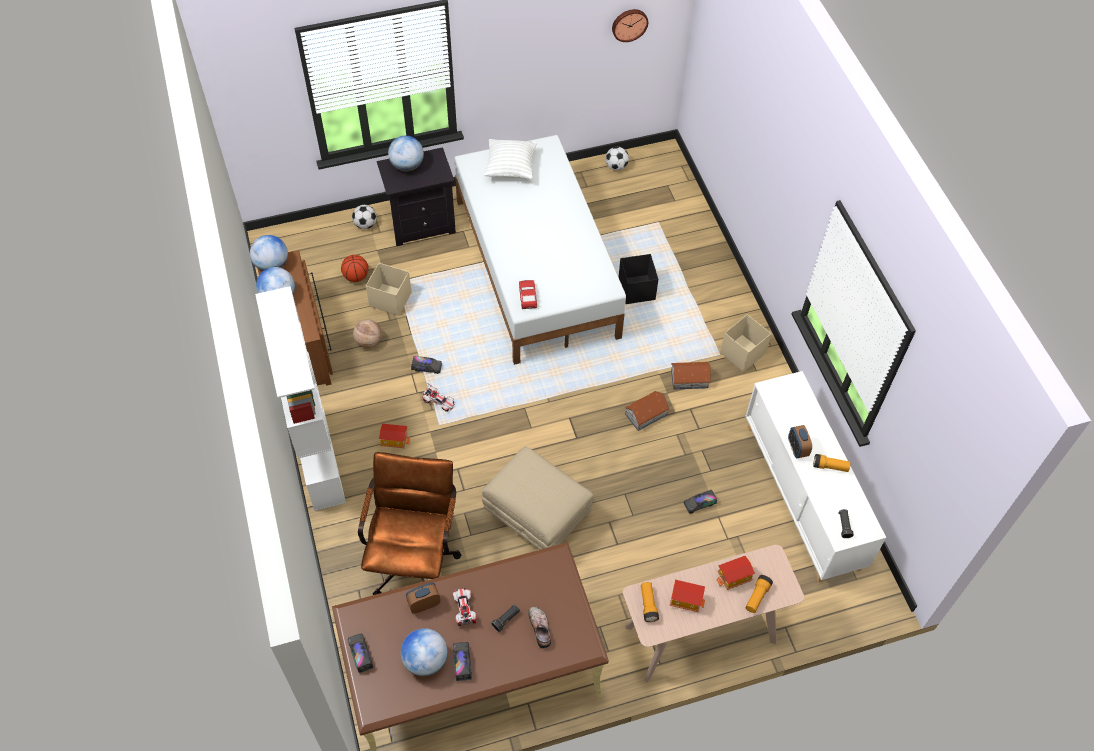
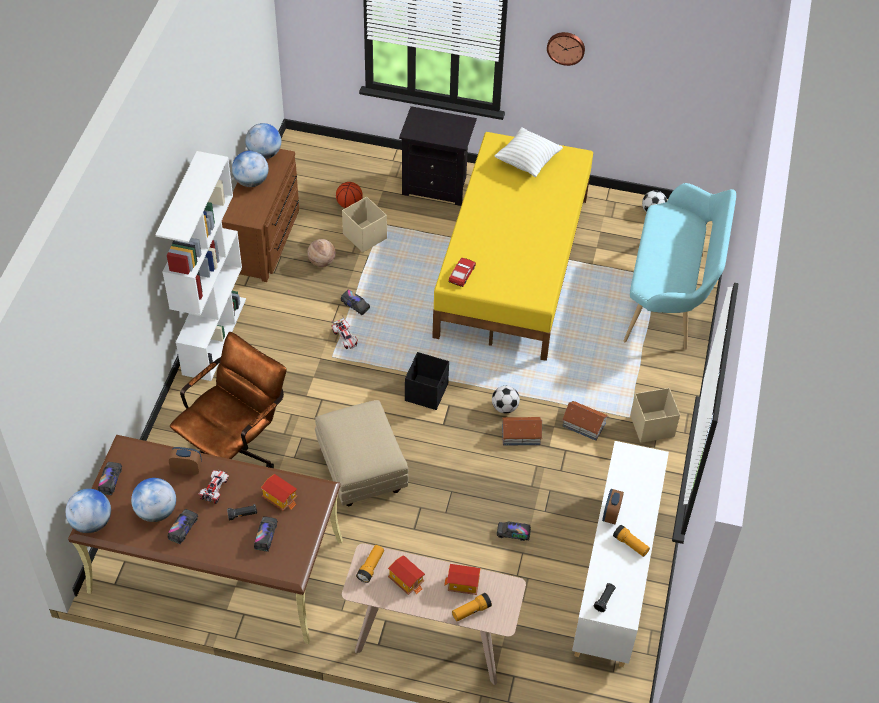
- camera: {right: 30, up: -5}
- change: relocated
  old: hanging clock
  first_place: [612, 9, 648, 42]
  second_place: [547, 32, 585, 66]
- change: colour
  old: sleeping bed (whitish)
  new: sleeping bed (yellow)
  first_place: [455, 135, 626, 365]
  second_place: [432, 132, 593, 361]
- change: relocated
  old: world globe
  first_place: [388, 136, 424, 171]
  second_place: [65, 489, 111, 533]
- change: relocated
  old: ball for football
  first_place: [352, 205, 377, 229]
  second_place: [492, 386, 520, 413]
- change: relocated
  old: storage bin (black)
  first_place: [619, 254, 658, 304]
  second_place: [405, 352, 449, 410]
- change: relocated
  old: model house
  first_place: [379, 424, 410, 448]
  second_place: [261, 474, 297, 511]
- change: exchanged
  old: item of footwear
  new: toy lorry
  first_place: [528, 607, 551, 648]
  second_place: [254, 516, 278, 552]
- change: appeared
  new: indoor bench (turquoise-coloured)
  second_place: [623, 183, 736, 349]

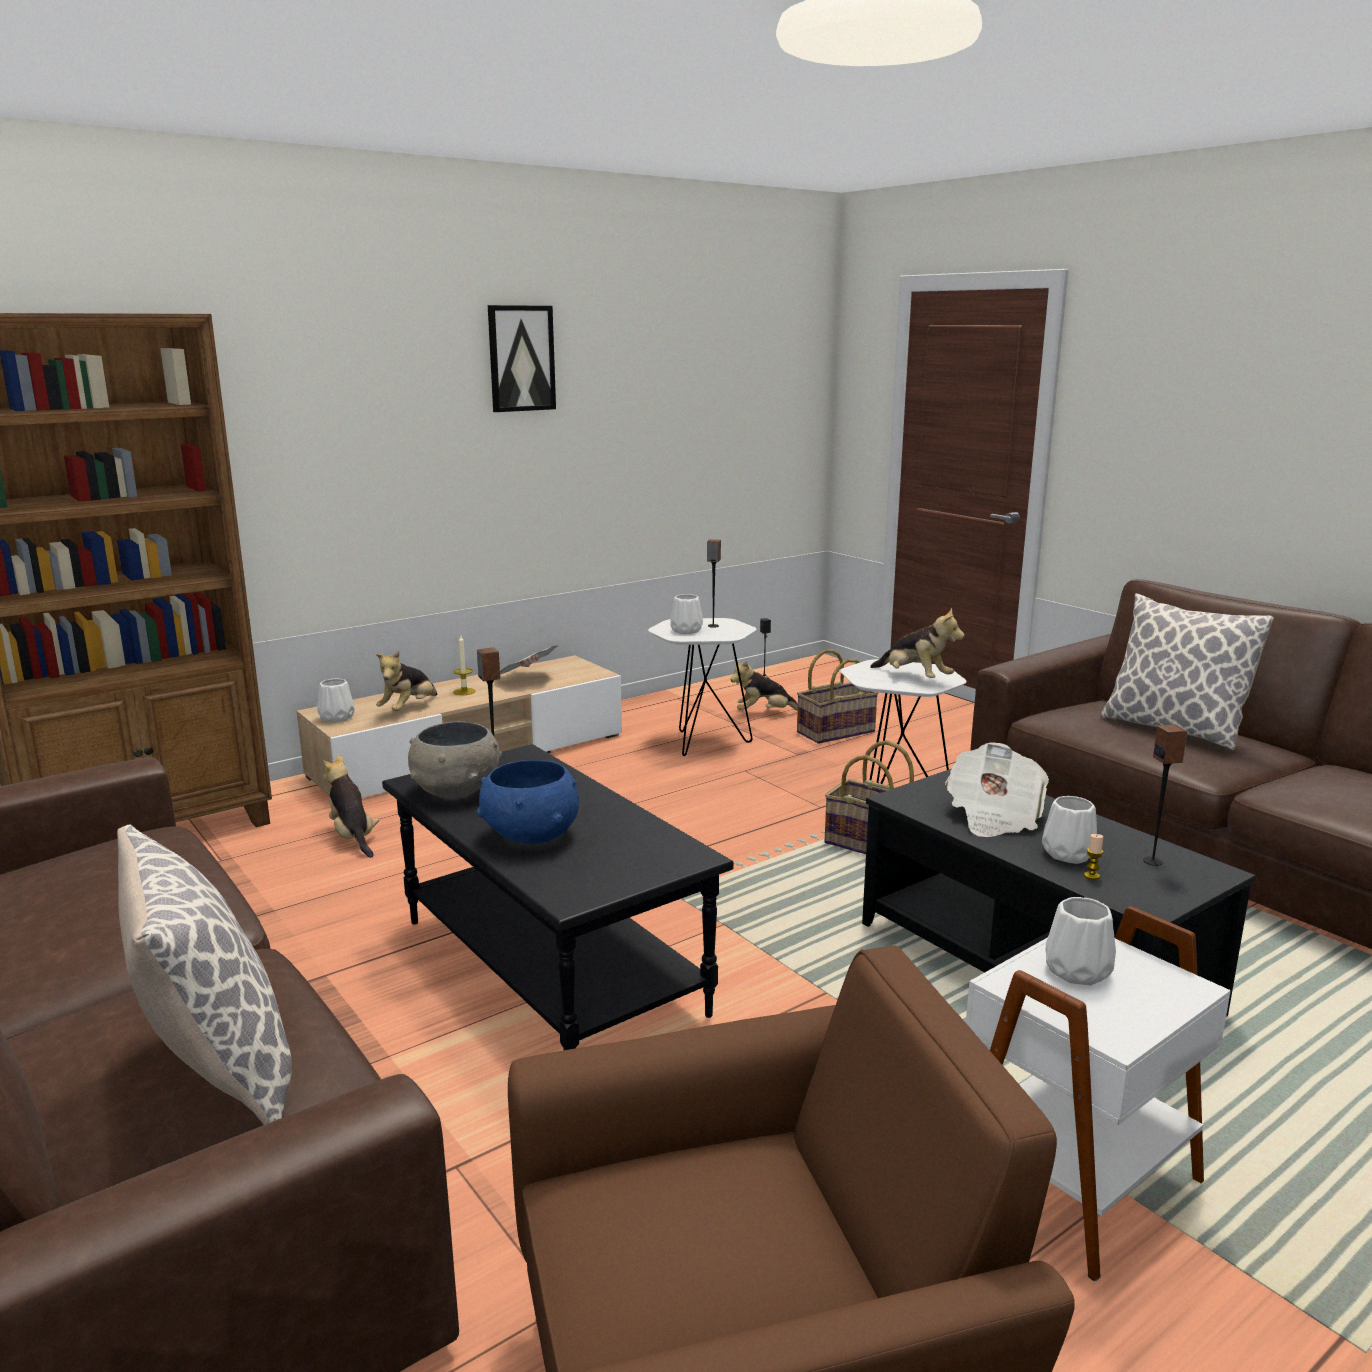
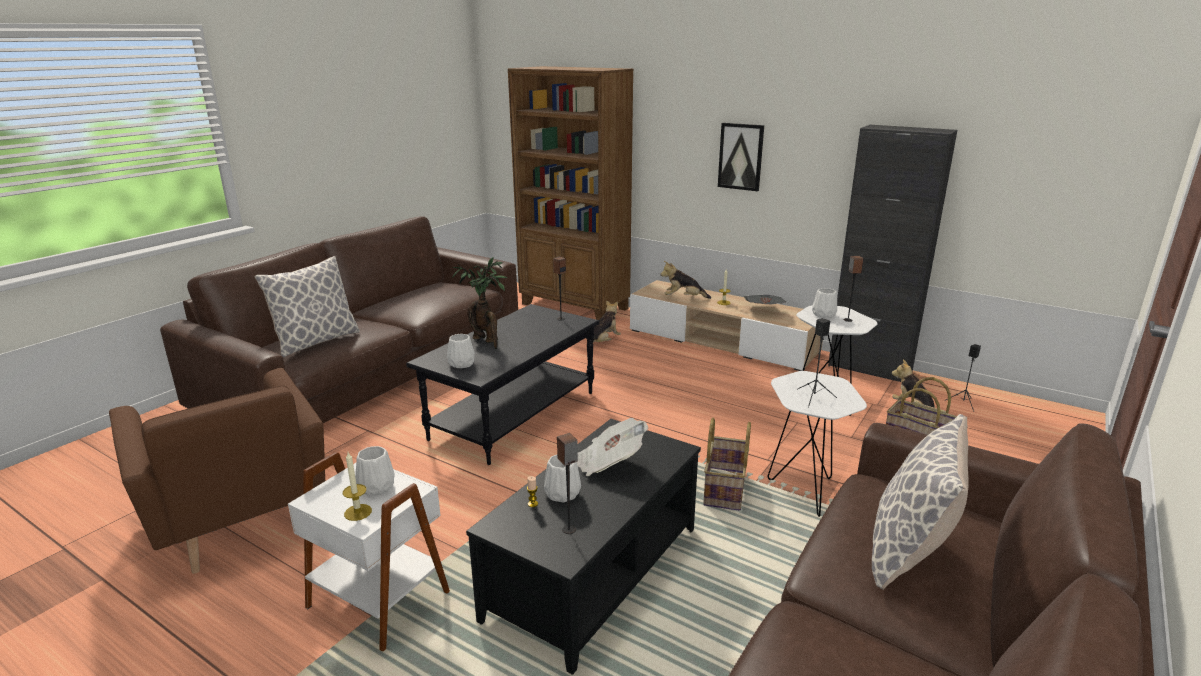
- camera: {right: 70, up: 5}
- change: relocated
  old: picture
  first_place: [488, 305, 556, 412]
  second_place: [718, 123, 764, 191]
- change: exchanged
  old: cuddly toy
  new: speaker (black)
  first_place: [870, 607, 965, 678]
  second_place: [798, 318, 837, 408]
- change: relocated
  old: decorative vase (whitish)
  first_place: [318, 679, 355, 722]
  second_place: [447, 334, 475, 368]
- change: missing
  old: deep dish (gray)
  first_place: [408, 722, 502, 799]
- change: exchanged
  old: deep dish (blue)
  new: potted plant
  first_place: [477, 760, 579, 844]
  second_place: [452, 257, 507, 349]
- change: appeared
  new: cabinet (black)
  second_place: [828, 125, 957, 382]
- change: appeared
  new: candle
  second_place: [343, 452, 372, 521]

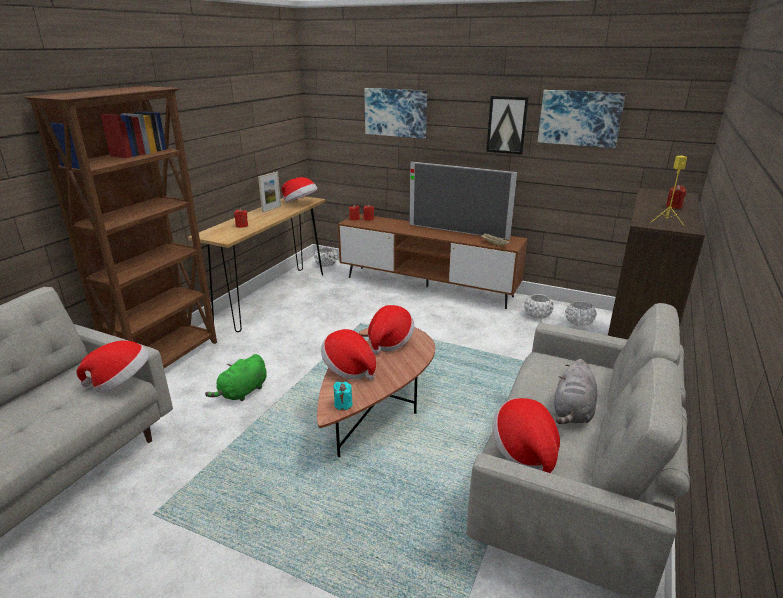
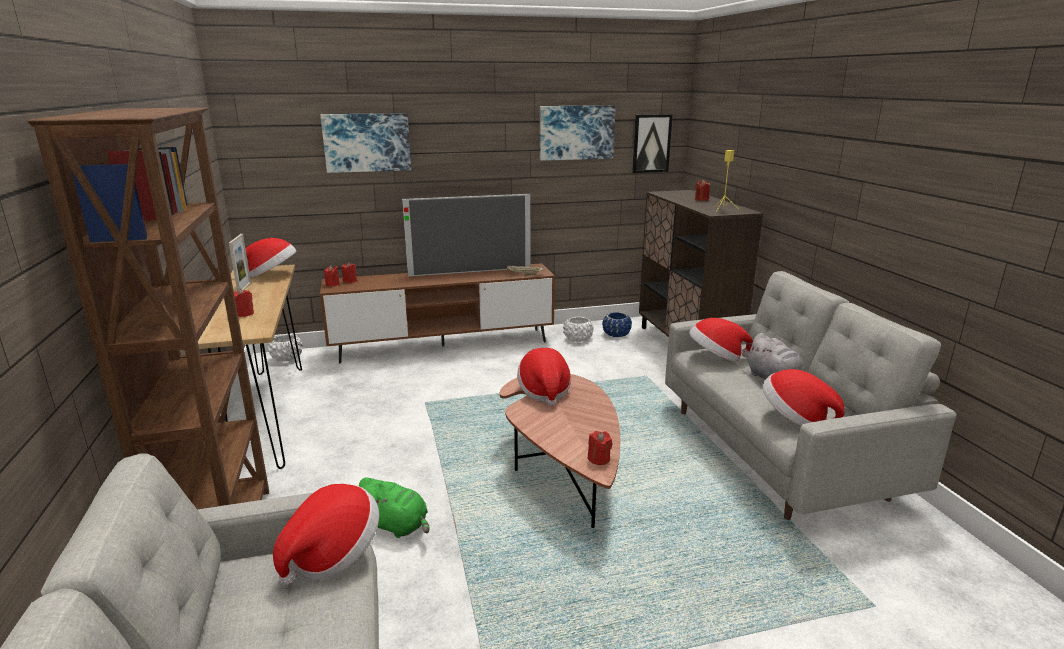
- camera: {right: -40, up: -5}
- change: relocated
  old: picture
  first_place: [486, 96, 529, 155]
  second_place: [632, 114, 673, 173]
- change: colour
  old: flower pot (whitish)
  new: flower pot (blue)
  first_place: [565, 301, 597, 326]
  second_place: [602, 312, 632, 337]
- change: relocated
  old: clothing hat
  first_place: [321, 329, 376, 380]
  second_place: [689, 318, 753, 362]
- change: spun
  old: cuddly toy (greenish)
  first_place: [205, 354, 266, 401]
  second_place: [359, 478, 429, 538]
  degrees: -60
- change: colour
  old: candle (turquoise-coloured)
  new: candle (reddish)
  first_place: [333, 382, 352, 411]
  second_place: [588, 431, 612, 465]

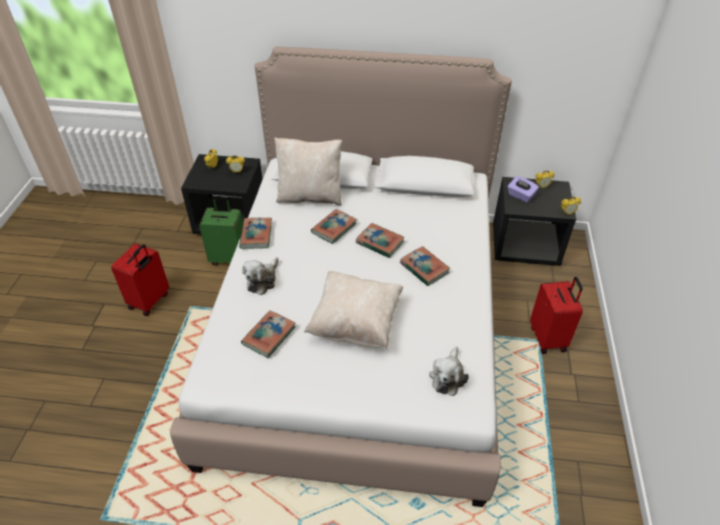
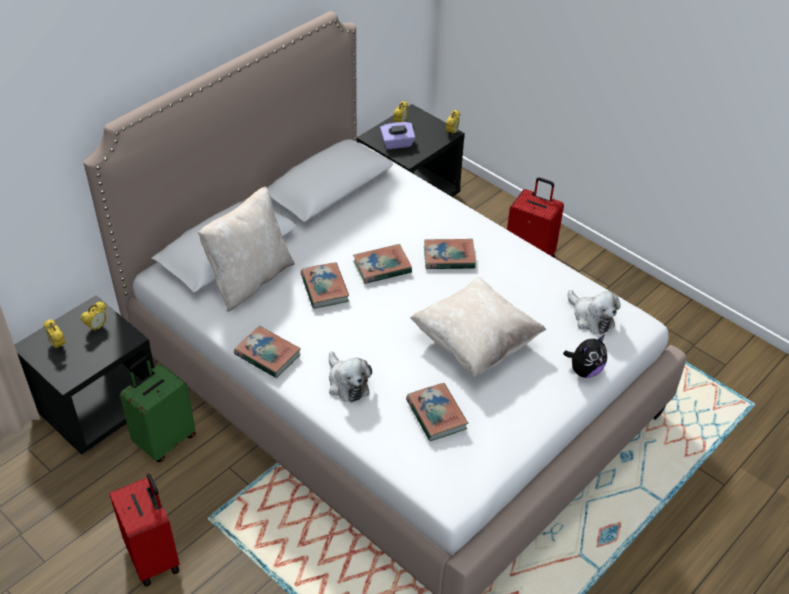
- camera: {right: -55, up: 0}
- change: appeared
  new: cuddly toy
  second_place: [563, 334, 607, 378]

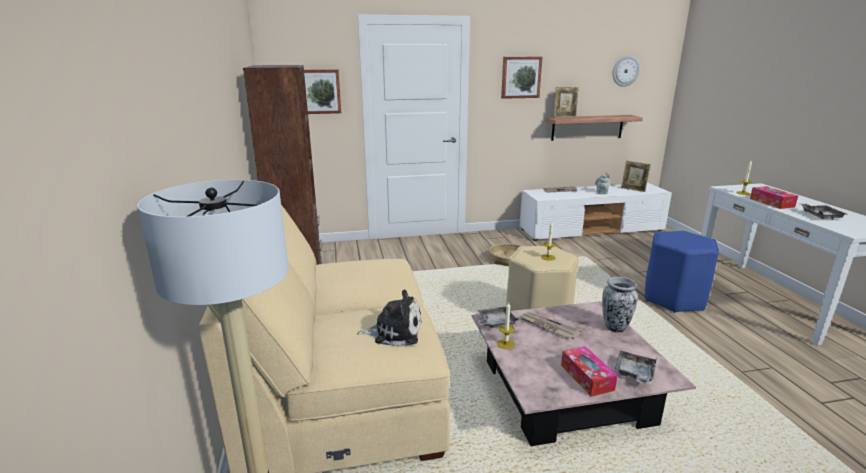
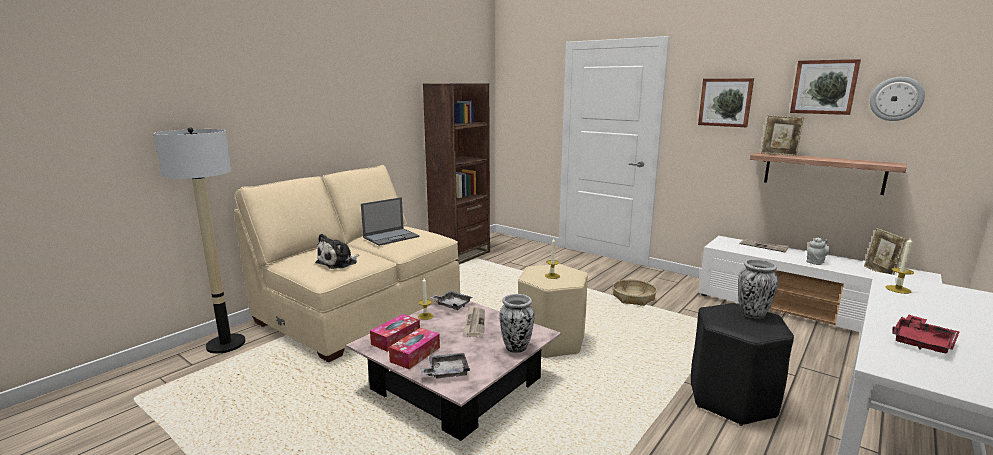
- camera: {right: 50, up: -5}
- change: relocated
  old: picture
  first_place: [304, 69, 341, 114]
  second_place: [790, 59, 861, 115]
- change: relocated
  old: tissue holder
  first_place: [750, 186, 798, 209]
  second_place: [370, 314, 420, 352]
- change: colour
  old: carrying tray (gray)
  new: carrying tray (reddish)
  first_place: [800, 204, 846, 220]
  second_place: [892, 315, 960, 354]
- change: colour
  old: sitting stool (blue)
  new: sitting stool (black)
  first_place: [645, 231, 719, 313]
  second_place: [691, 303, 794, 426]
- change: spun
  old: cuddly toy
  first_place: [357, 290, 422, 347]
  second_place: [315, 234, 359, 269]
  degrees: 75
- change: appeared
  new: laptop
  second_place: [361, 197, 420, 246]
- change: appeared
  new: decorative vase
  second_place: [738, 259, 778, 319]

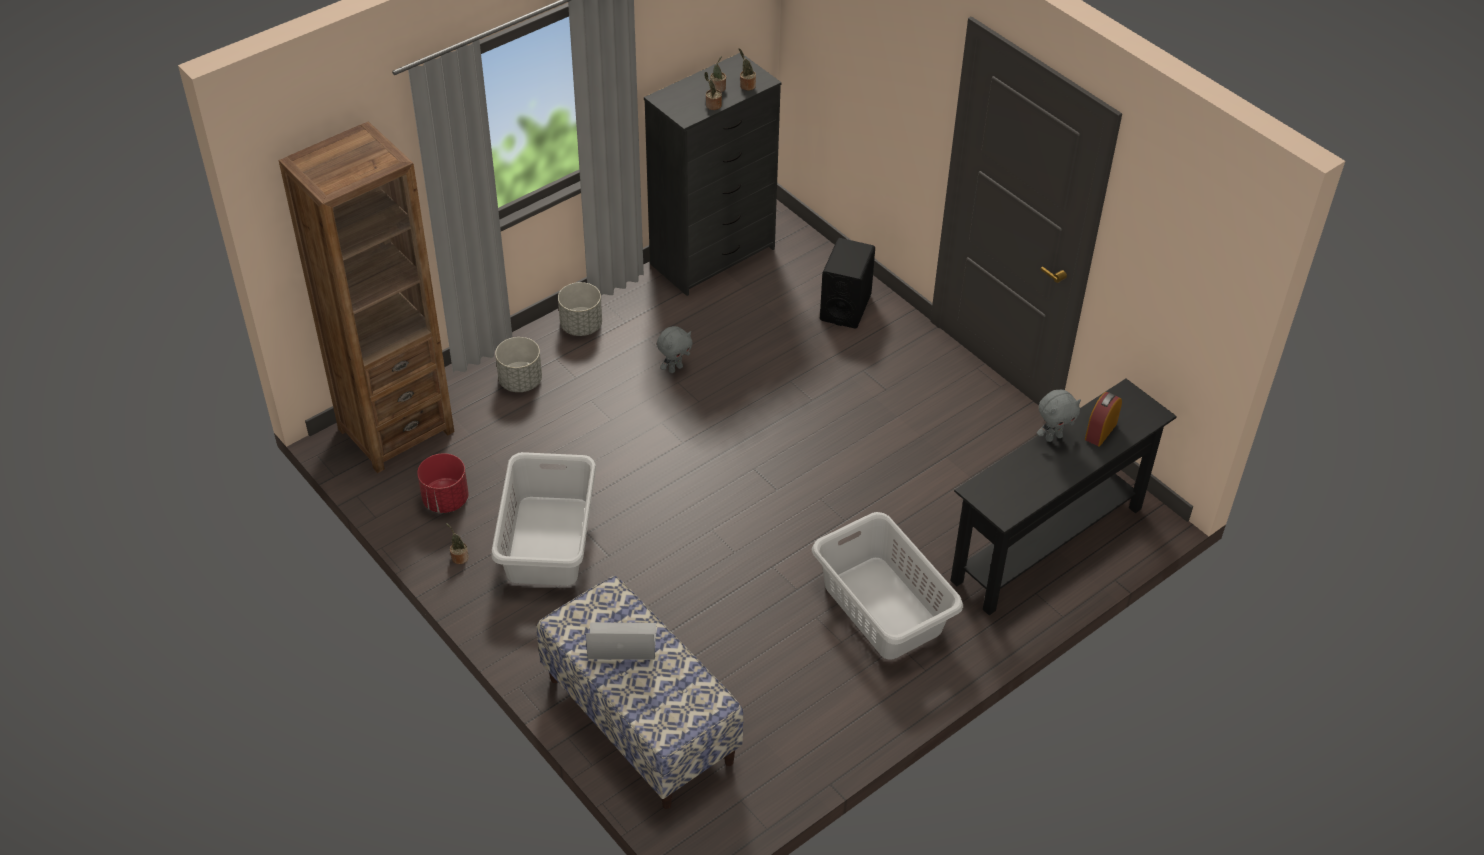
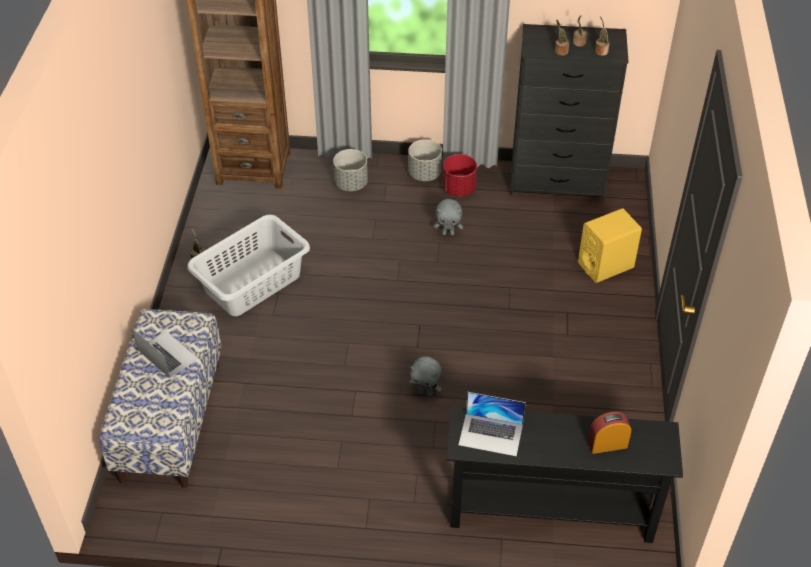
- camera: {right: 45, up: 0}
- change: colour
  old: speaker (black)
  new: speaker (yellow)
  first_place: [820, 238, 875, 329]
  second_place: [578, 208, 642, 283]
- change: relocated
  old: cuddly toy (gray)
  first_place: [1037, 389, 1081, 442]
  second_place: [409, 357, 442, 396]
- change: relocated
  old: flower pot (reddish)
  first_place: [417, 453, 469, 513]
  second_place: [442, 154, 477, 197]
- change: missing
  old: washing basket (gray)
  first_place: [812, 512, 963, 659]
- change: appeared
  new: laptop
  second_place: [459, 392, 526, 456]

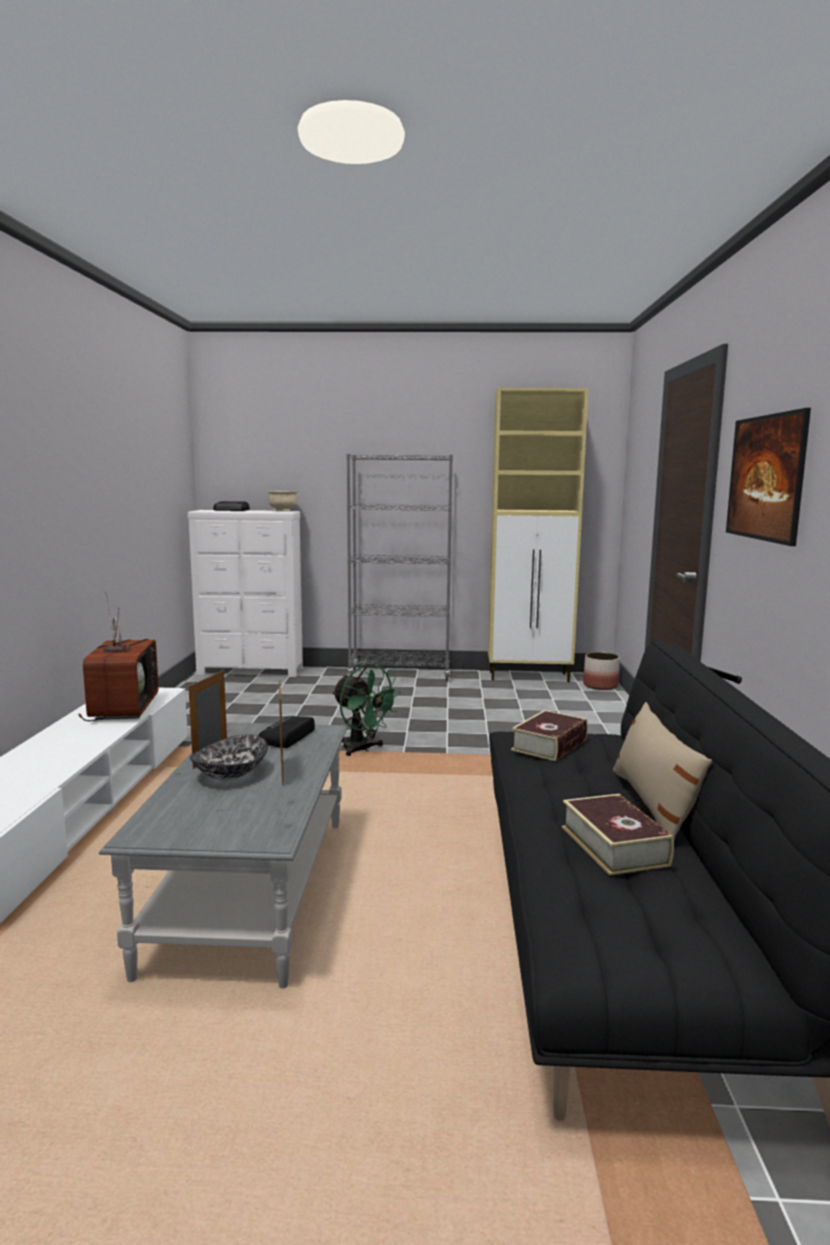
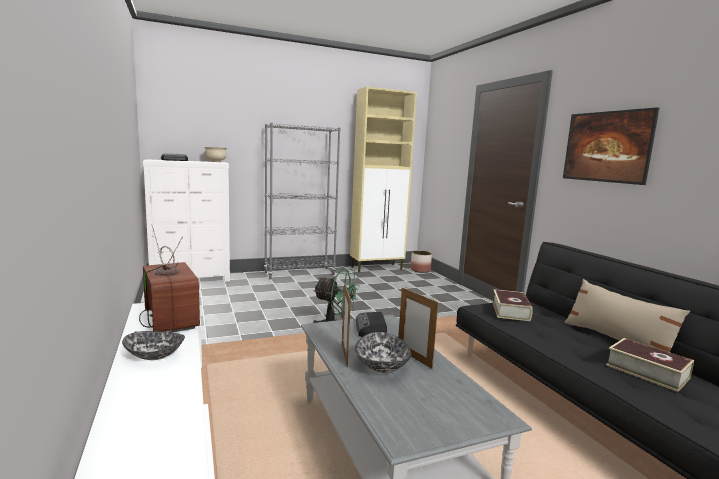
- camera: {right: -25, up: 0}
- change: appeared
  new: deep dish
  second_place: [122, 331, 185, 360]

